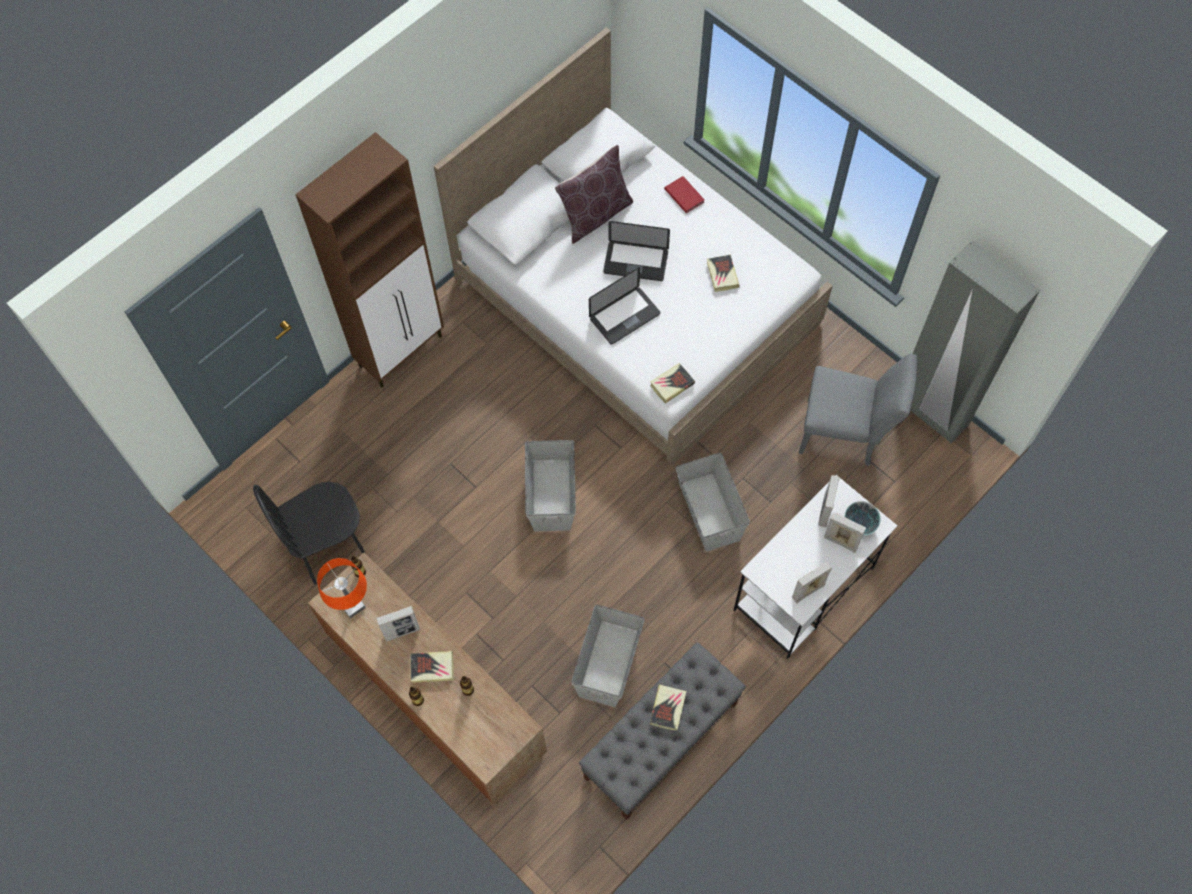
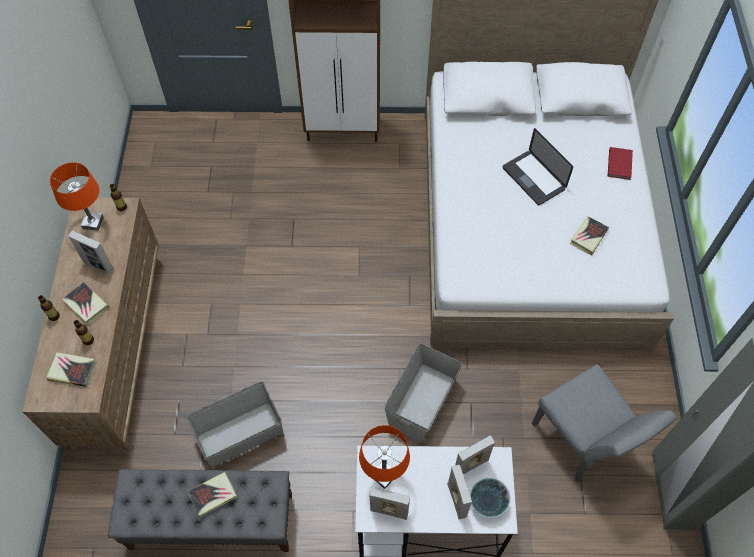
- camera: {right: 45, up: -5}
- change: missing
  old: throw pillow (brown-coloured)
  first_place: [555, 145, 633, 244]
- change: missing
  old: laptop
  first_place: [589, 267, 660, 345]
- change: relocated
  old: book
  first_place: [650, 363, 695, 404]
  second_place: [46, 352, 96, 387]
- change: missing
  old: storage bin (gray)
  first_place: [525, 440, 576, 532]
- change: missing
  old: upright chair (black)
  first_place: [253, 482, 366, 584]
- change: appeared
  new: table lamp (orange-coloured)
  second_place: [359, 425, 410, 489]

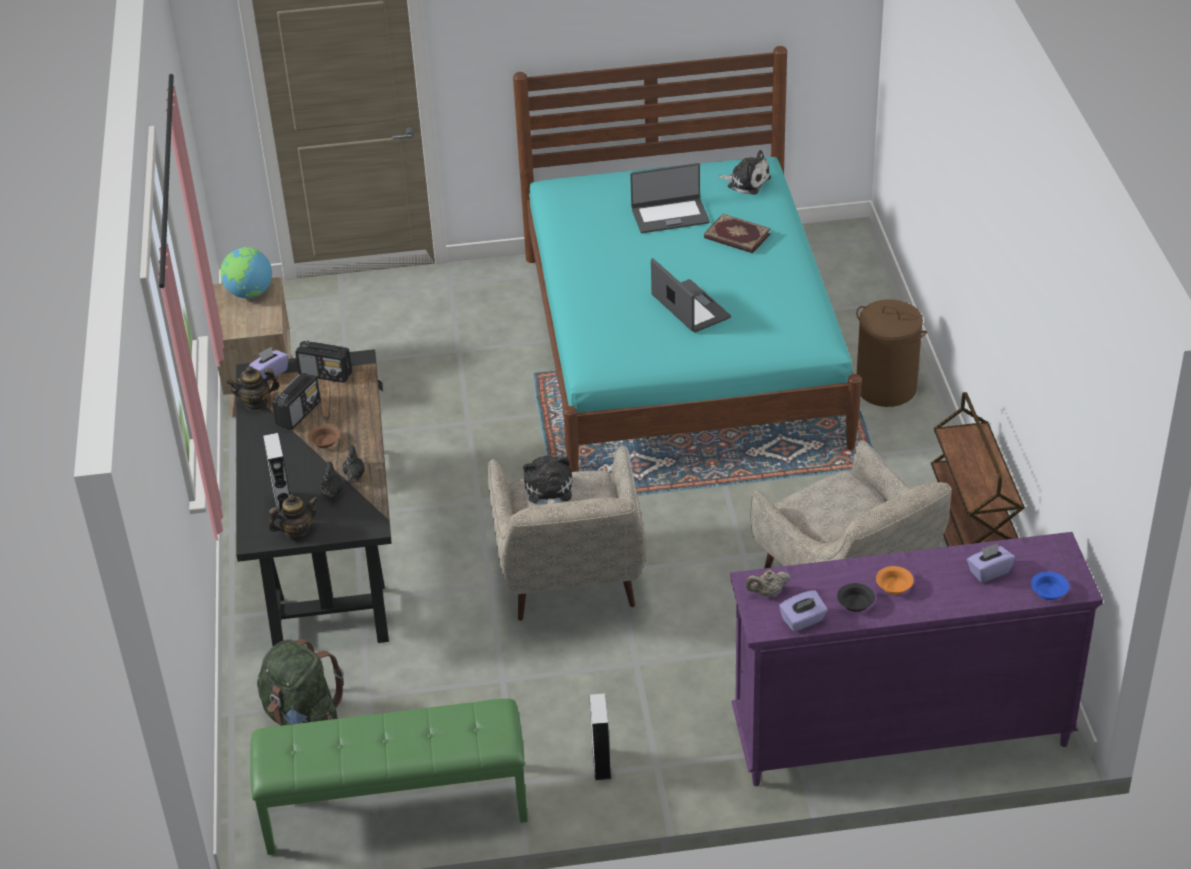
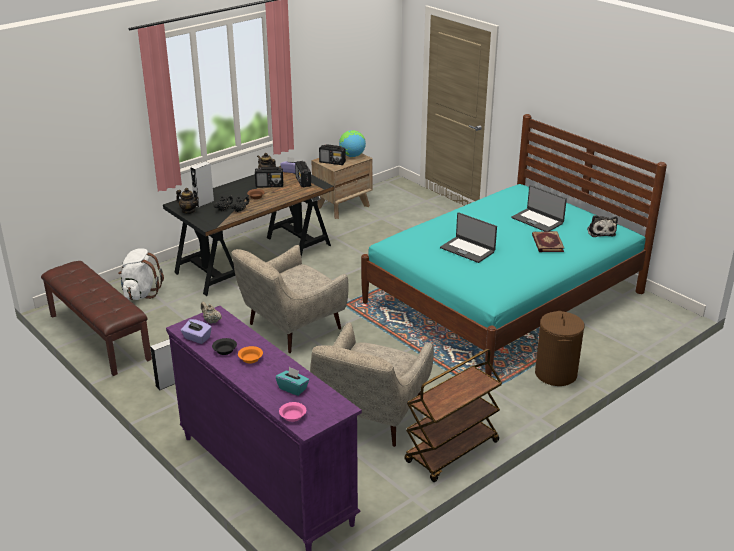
- camera: {right: 55, up: -10}
- change: spun
  old: laptop
  first_place: [651, 258, 731, 333]
  second_place: [440, 212, 497, 263]
  degrees: 105
- change: missing
  old: cuddly toy
  first_place: [523, 456, 573, 505]
- change: colour
  old: tissue holder (purple)
  new: tissue holder (turquoise-coloured)
  first_place: [967, 543, 1015, 583]
  second_place: [276, 367, 309, 396]
- change: colour
  old: deep dish (blue)
  new: deep dish (pink-coloured)
  first_place: [1031, 571, 1069, 600]
  second_place: [279, 402, 306, 422]
- change: colour
  old: backpack (greenish)
  new: backpack (whitish)
  first_place: [257, 639, 344, 726]
  second_place: [118, 248, 164, 300]
- change: colour
  old: indoor bench (greenish)
  new: indoor bench (brown-coloured)
  first_place: [250, 699, 528, 855]
  second_place: [41, 261, 152, 376]
- change: appeared
  new: radio set
  second_place: [319, 144, 346, 165]

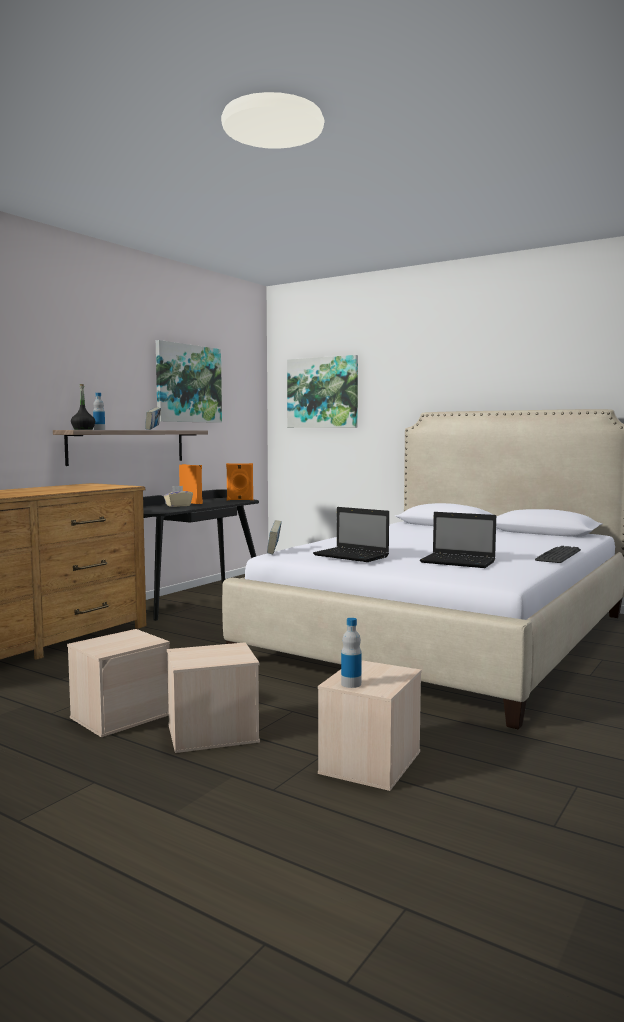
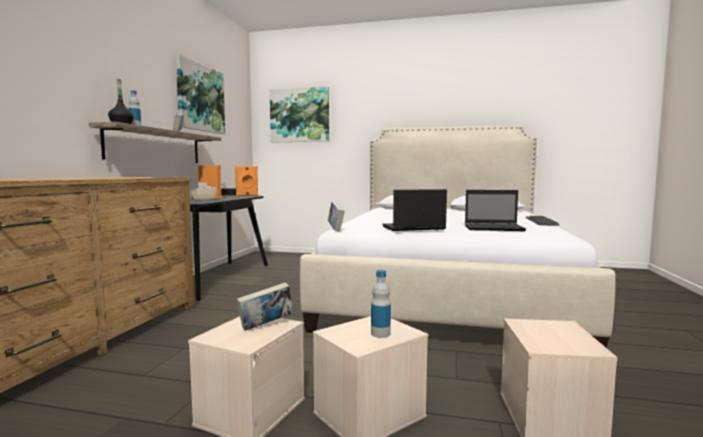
- camera: {right: -20, up: 0}
- change: spun
  old: laptop
  first_place: [313, 507, 389, 562]
  second_place: [382, 189, 447, 231]
  degrees: 150
- change: relocated
  old: beverage bottle
  first_place: [341, 618, 362, 688]
  second_place: [371, 270, 391, 338]
- change: appeared
  new: book
  second_place: [236, 282, 293, 331]

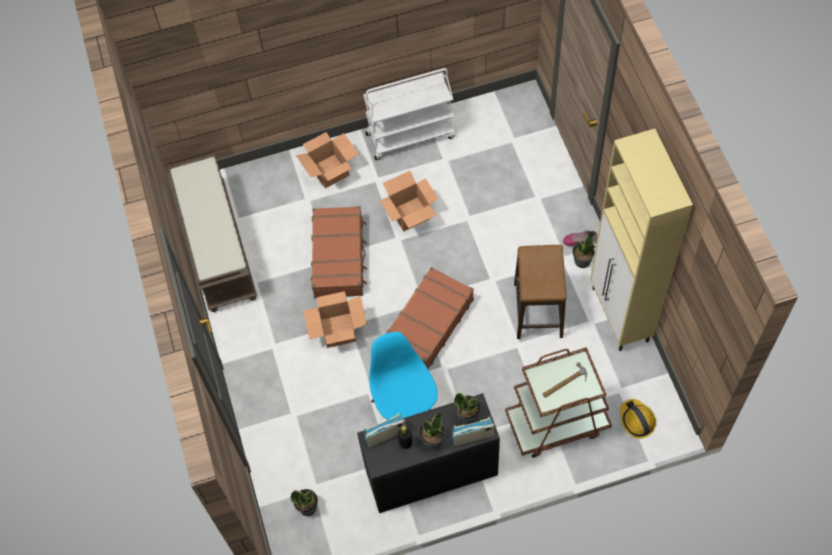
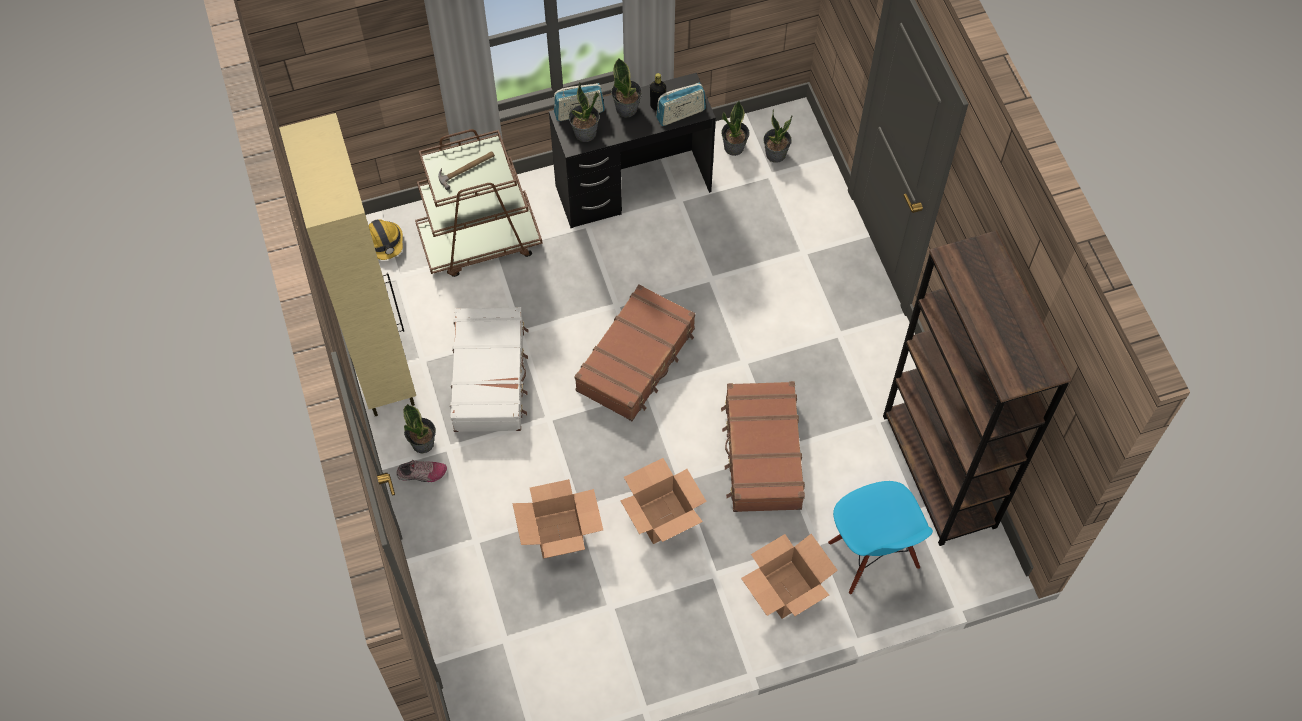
- camera: {right: 175, up: 0}
- change: missing
  old: wheeled cart (whitish)
  first_place: [363, 68, 455, 160]
- change: exchanged
  old: indoor bench (brown-coloured)
  new: bookshelf (brown-coloured)
  first_place: [168, 154, 257, 312]
  second_place: [883, 230, 1072, 546]
- change: exchanged
  old: sitting stool
  new: suitcase (whitish)
  first_place: [514, 245, 567, 339]
  second_place: [450, 307, 529, 432]
- change: relocated
  old: carton
  first_place: [303, 291, 367, 348]
  second_place: [512, 479, 603, 559]
- change: relocated
  old: upright chair (blue)
  first_place: [369, 332, 438, 420]
  second_place: [828, 481, 933, 594]
- change: appeared
  new: potted plant
  second_place: [721, 101, 750, 156]

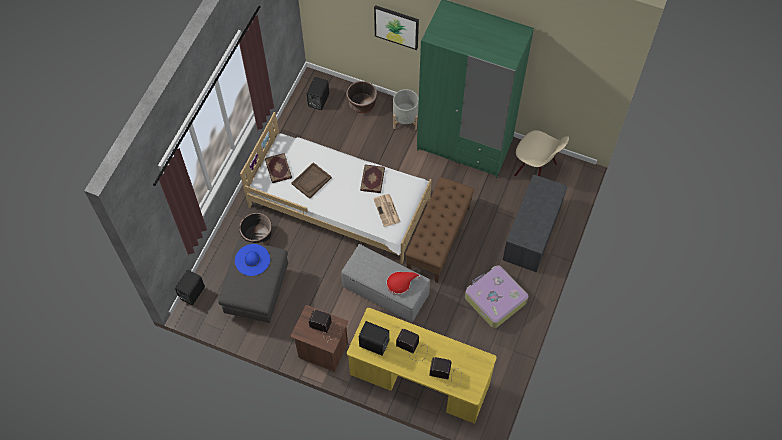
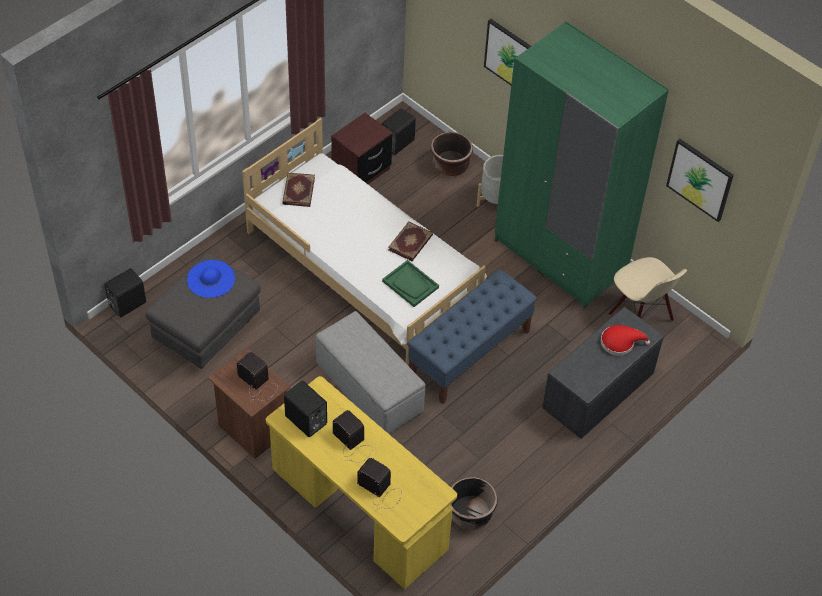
- camera: {right: 20, up: -10}
- change: missing
  old: carrying tray (brown-coloured)
  first_place: [291, 162, 332, 199]
- change: colour
  old: indoor bench (brown-coloured)
  new: indoor bench (blue)
  first_place: [405, 177, 474, 283]
  second_place: [407, 269, 537, 404]
- change: exchanged
  old: printed paper
  new: carrying tray (greenish)
  first_place: [373, 194, 401, 227]
  second_place: [382, 260, 439, 307]
- change: relocated
  old: flower pot (black)
  first_place: [239, 213, 272, 245]
  second_place: [450, 477, 498, 530]
- change: missing
  old: suitcase
  first_place: [465, 265, 528, 328]
- change: relocated
  old: clothing hat (reddish)
  first_place: [386, 272, 421, 295]
  second_place: [601, 325, 650, 356]
- change: appeared
  new: night table (brown-coloured)
  second_place: [331, 113, 392, 185]
- change: appeared
  new: picture
  second_place: [666, 139, 734, 222]

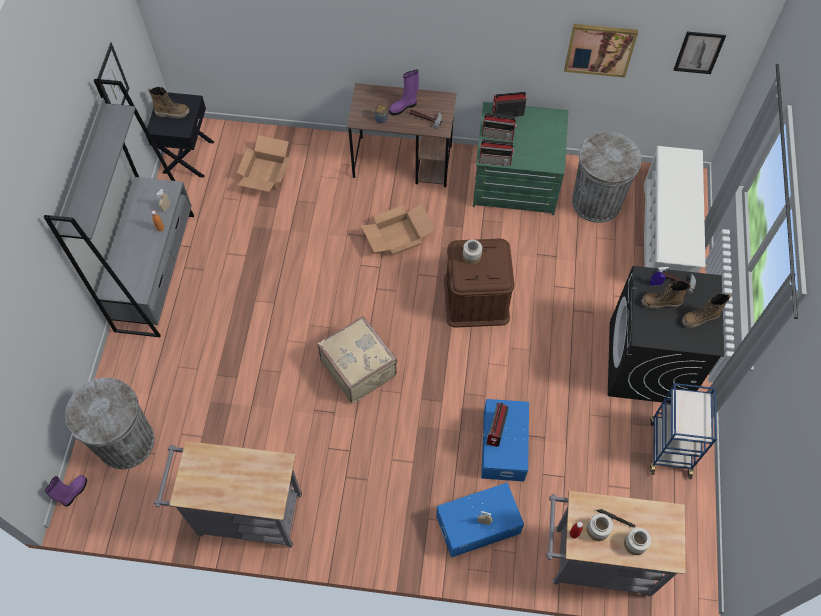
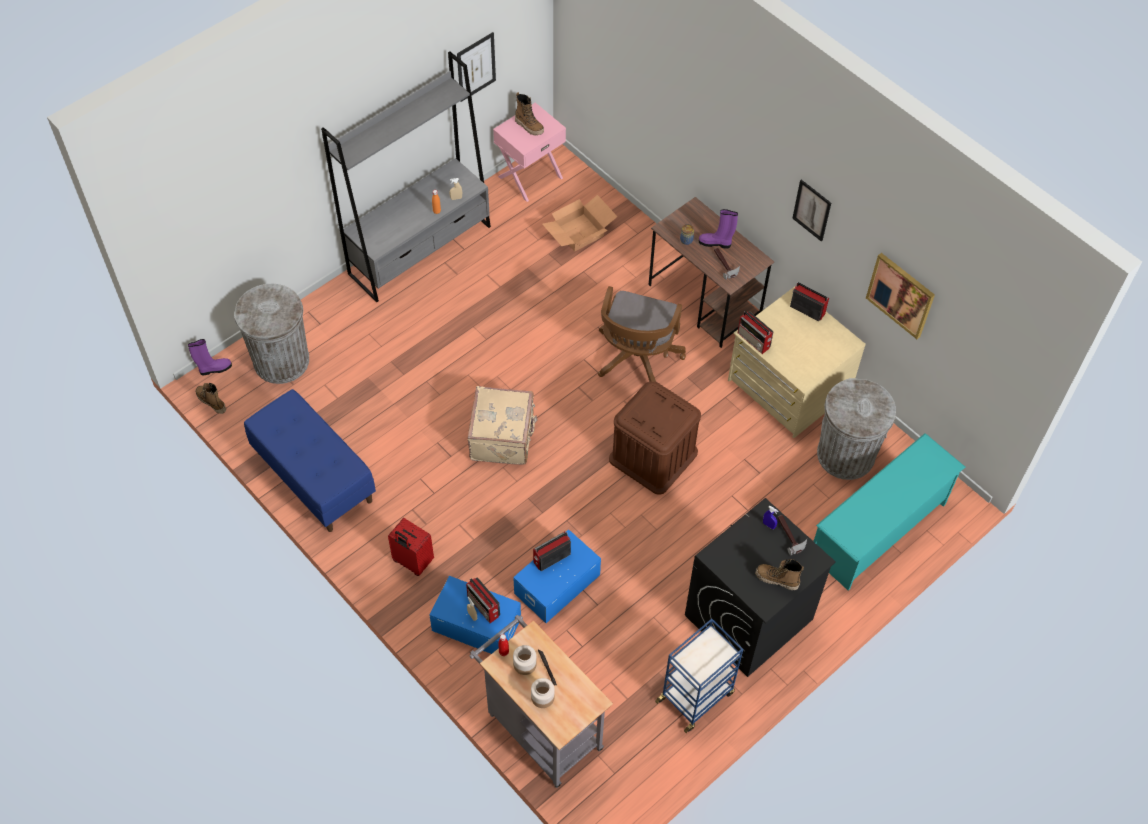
- camera: {right: 40, up: -5}
- change: relocated
  old: picture
  first_place: [673, 32, 726, 74]
  second_place: [792, 180, 831, 242]
- change: colour
  old: night table (black)
  new: night table (pink-coloured)
  first_place: [146, 92, 214, 178]
  second_place: [493, 102, 566, 202]
- change: colour
  old: drawer chest (greenish)
  new: drawer chest (beige)
  first_place: [473, 102, 569, 215]
  second_place: [728, 286, 866, 438]
- change: relocated
  old: radio set
  first_place: [482, 113, 517, 141]
  second_place: [466, 577, 500, 623]
- change: colour
  old: shoe rack (whitish)
  new: shoe rack (turquoise-coloured)
  first_place: [644, 146, 706, 273]
  second_place: [814, 433, 965, 591]
- change: exchanged
  old: carton
  new: office chair (brown-coloured)
  first_place: [361, 204, 435, 257]
  second_place: [598, 286, 686, 382]
- change: missing
  old: preserve jar
  first_place: [463, 240, 482, 264]
- change: relocated
  old: high-top boot
  first_place: [641, 280, 691, 309]
  second_place: [196, 383, 226, 414]
- change: exchanged
  old: wheeled cart (gray)
  new: indoor bench (blue)
  first_place: [154, 441, 302, 548]
  second_place: [244, 389, 376, 532]
- change: appeared
  new: suitcase (reddish)
  second_place: [388, 518, 434, 576]

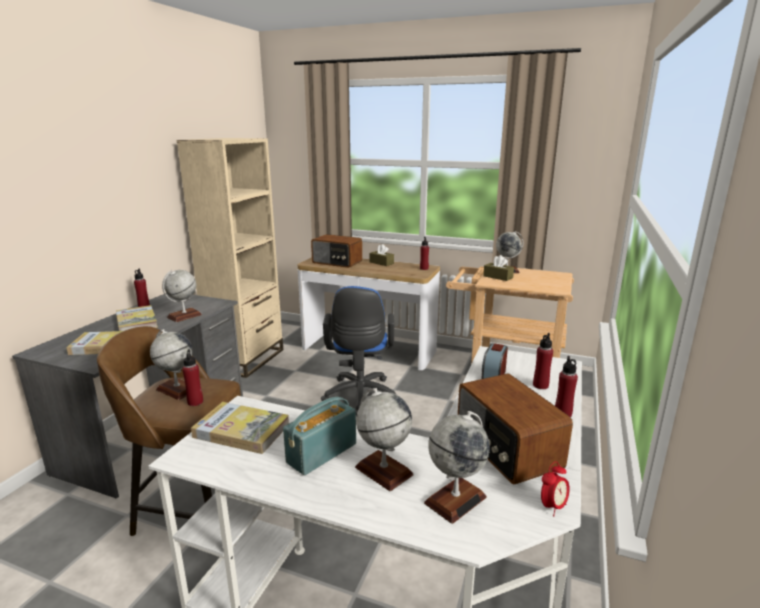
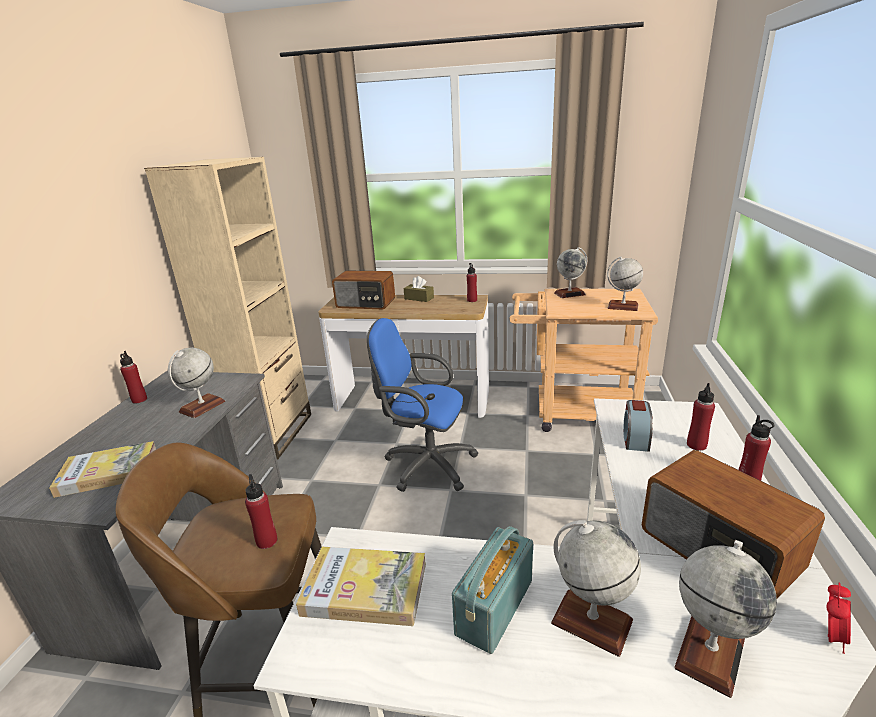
- camera: {right: -10, up: 5}
- change: missing
  old: tissue holder (brown-coloured)
  first_place: [483, 255, 514, 281]
- change: spun
  old: office chair (blue)
  first_place: [321, 286, 396, 416]
  second_place: [367, 318, 478, 492]
  degrees: 120
- change: missing
  old: book
  first_place: [116, 305, 158, 331]
- change: relocated
  old: world globe
  first_place: [150, 329, 193, 400]
  second_place: [607, 256, 643, 311]

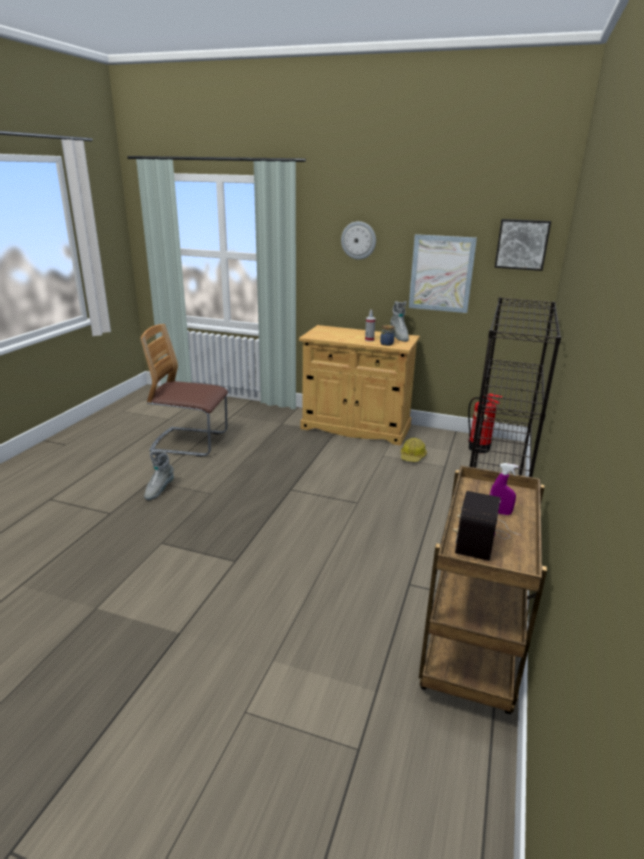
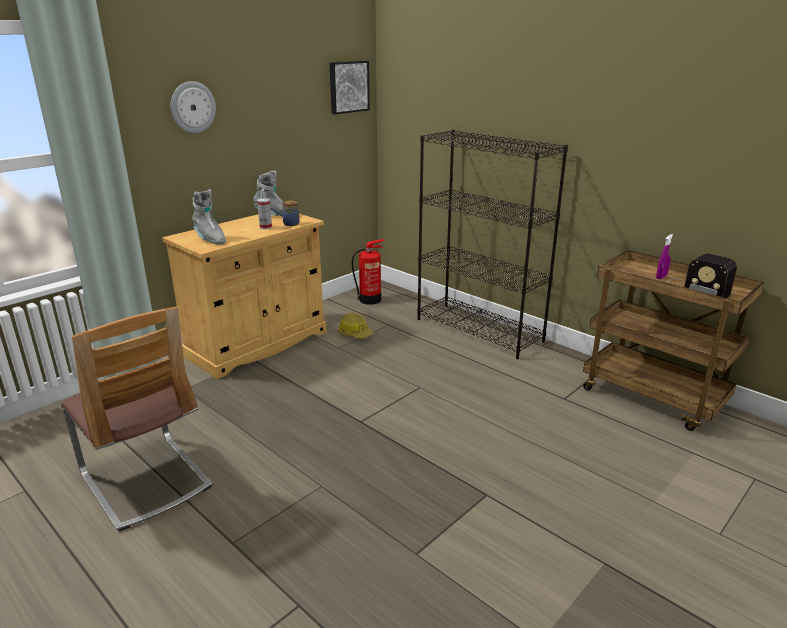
- camera: {right: -65, up: 0}
- change: missing
  old: picture
  first_place: [409, 234, 477, 313]
- change: spun
  old: upright chair
  first_place: [140, 324, 228, 457]
  second_place: [61, 306, 213, 531]
  degrees: -75
- change: relocated
  old: high-top boot (gray)
  first_place: [144, 451, 174, 500]
  second_place: [192, 189, 226, 244]

